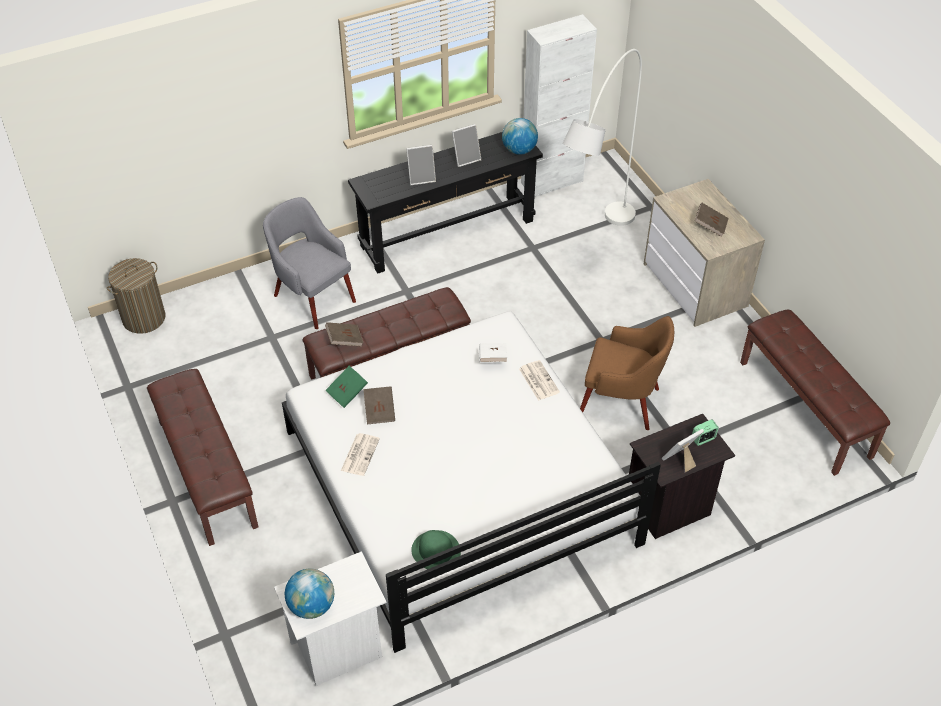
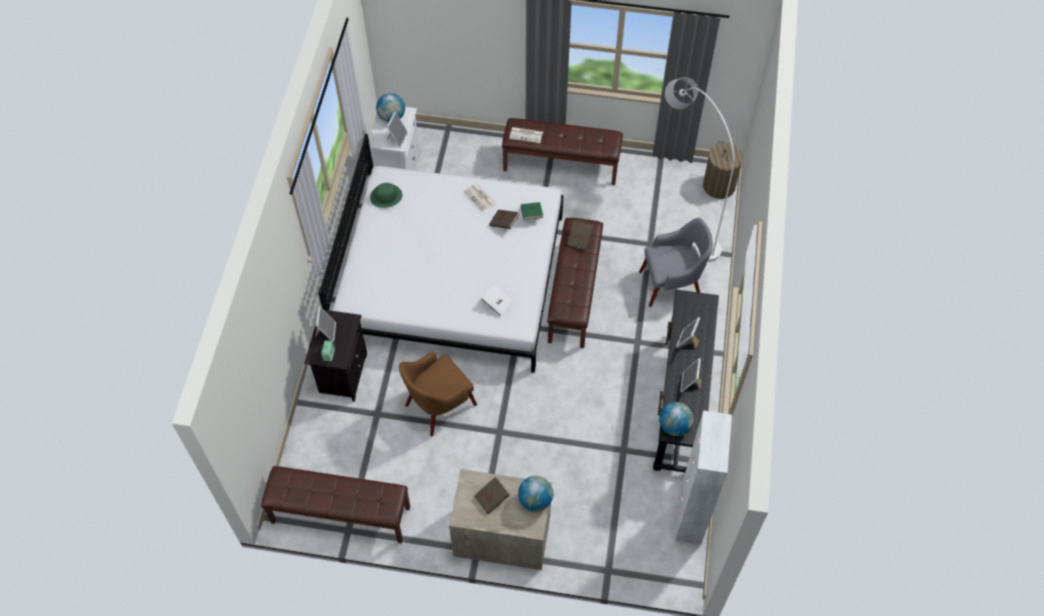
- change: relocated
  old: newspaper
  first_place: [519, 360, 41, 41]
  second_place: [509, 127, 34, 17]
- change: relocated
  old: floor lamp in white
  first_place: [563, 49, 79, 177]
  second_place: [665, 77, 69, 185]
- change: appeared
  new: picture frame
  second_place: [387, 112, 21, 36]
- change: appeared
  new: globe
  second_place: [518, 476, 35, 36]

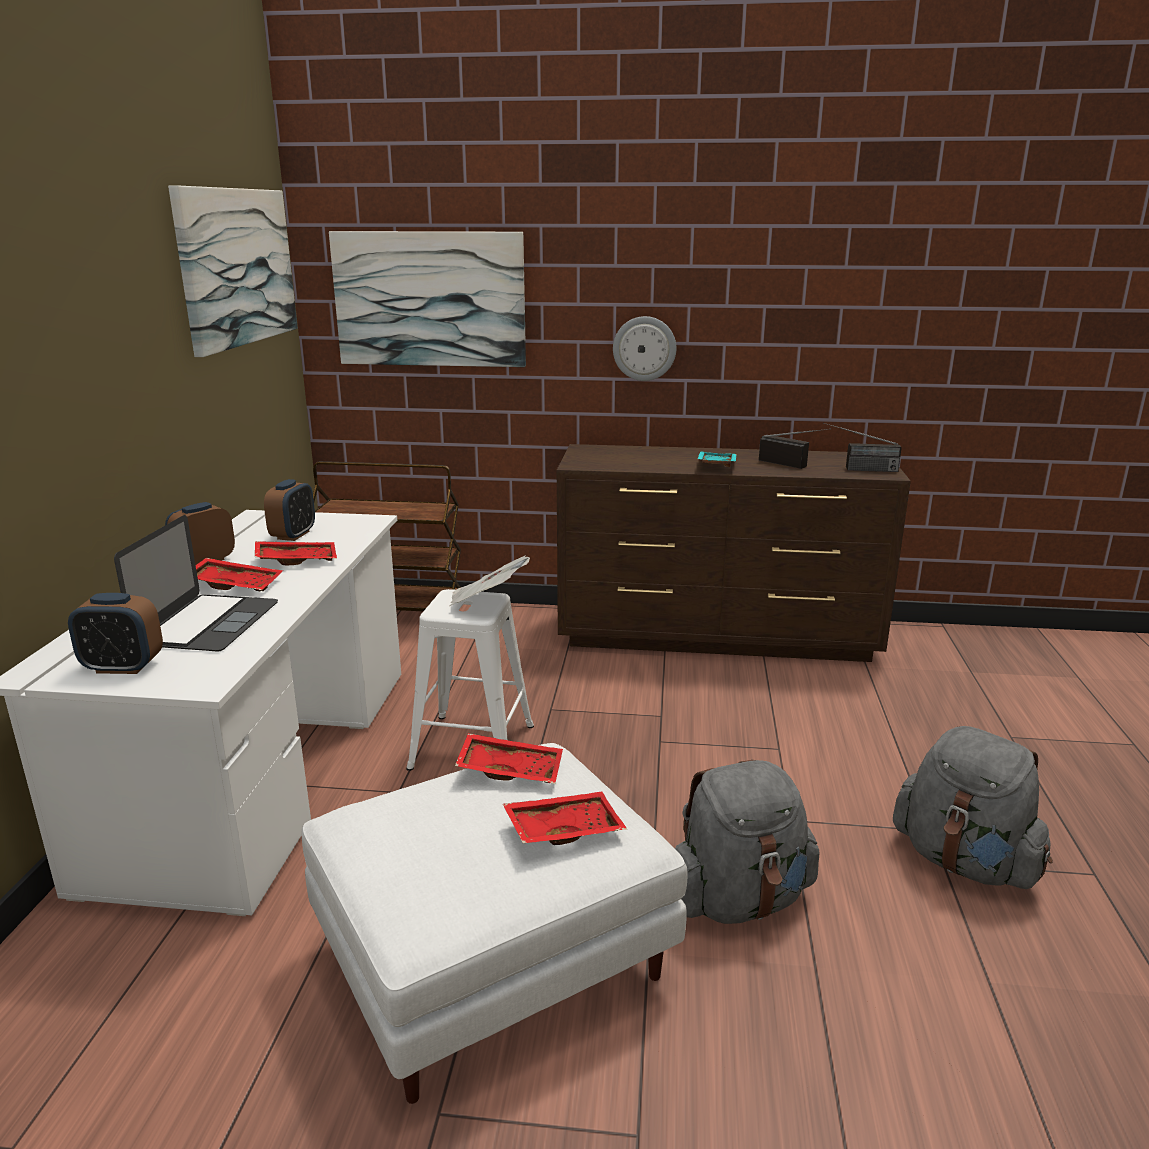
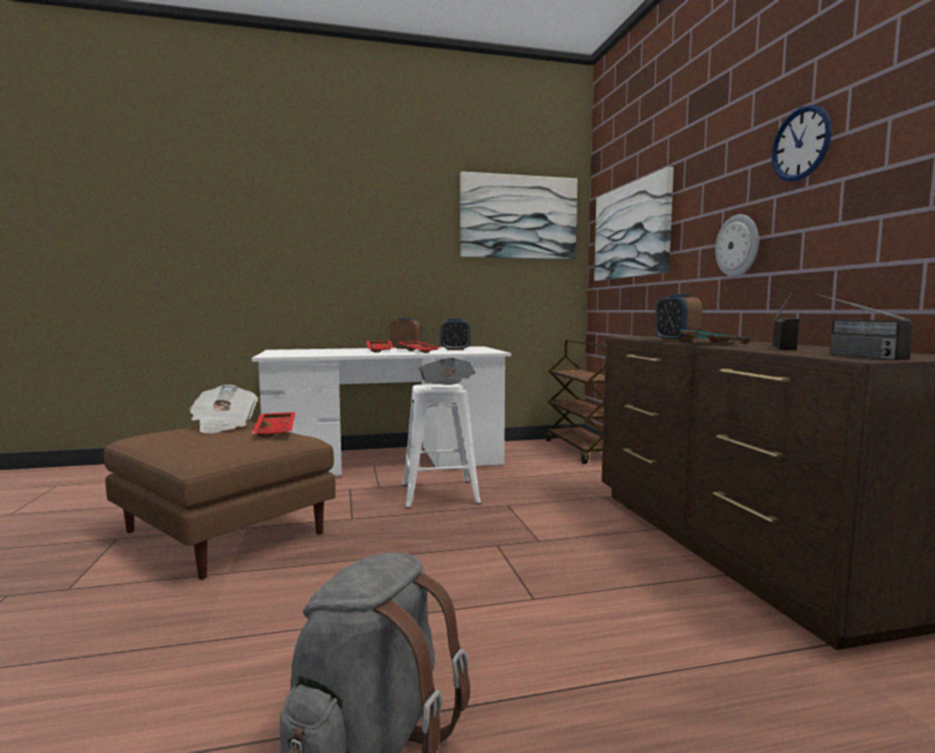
- change: relocated
  old: alarm clock
  first_place: [68, 593, 95, 81]
  second_place: [655, 294, 47, 48]
- change: missing
  old: laptop
  first_place: [114, 515, 164, 137]
- change: colour
  old: ottoman in white
  new: ottoman in brown
  first_place: [302, 743, 386, 361]
  second_place: [104, 421, 232, 159]
- change: missing
  old: tray in red
  first_place: [503, 791, 124, 54]
- change: missing
  old: backpack in grey
  first_place: [675, 760, 145, 164]
- change: appeared
  new: newspaper
  second_place: [189, 385, 69, 49]
- change: appeared
  new: wall clock
  second_place: [772, 105, 60, 76]

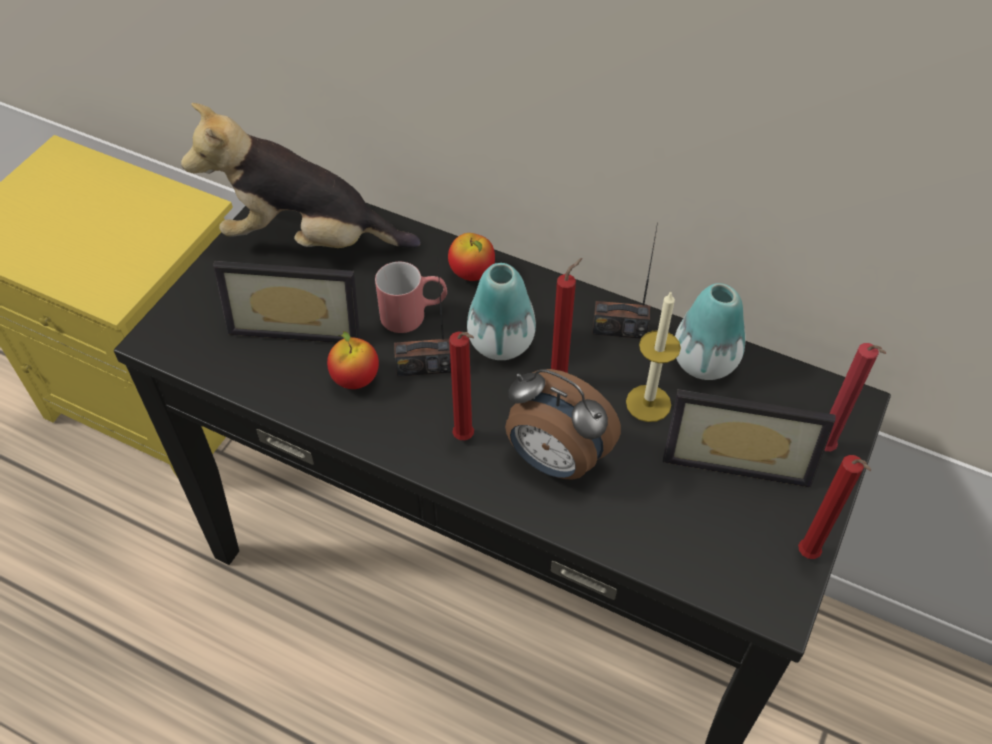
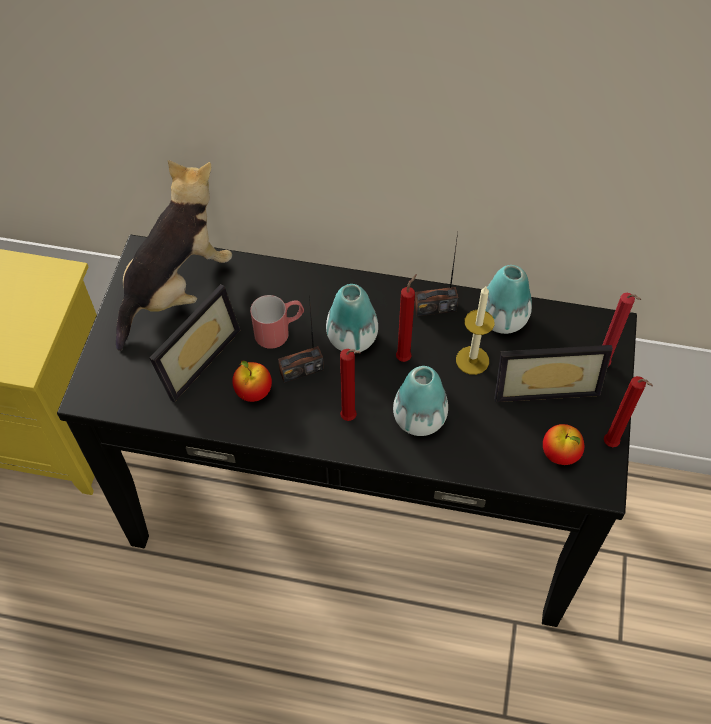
- change: spun
  old: plush toy
  first_place: [181, 103, 240, 145]
  second_place: [116, 160, 116, 191]
  degrees: 135
- change: spun
  old: picture frame
  first_place: [213, 261, 147, 82]
  second_place: [149, 284, 92, 118]
  degrees: -45
- change: relocated
  old: apple
  first_place: [448, 233, 47, 48]
  second_place: [543, 424, 41, 41]
- change: exchanged
  old: alarm clock
  new: vase
  first_place: [505, 369, 116, 111]
  second_place: [393, 366, 55, 70]

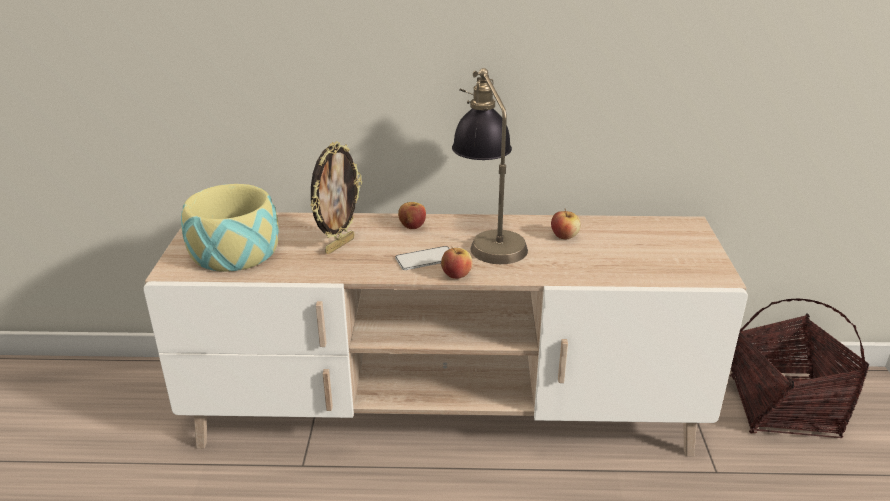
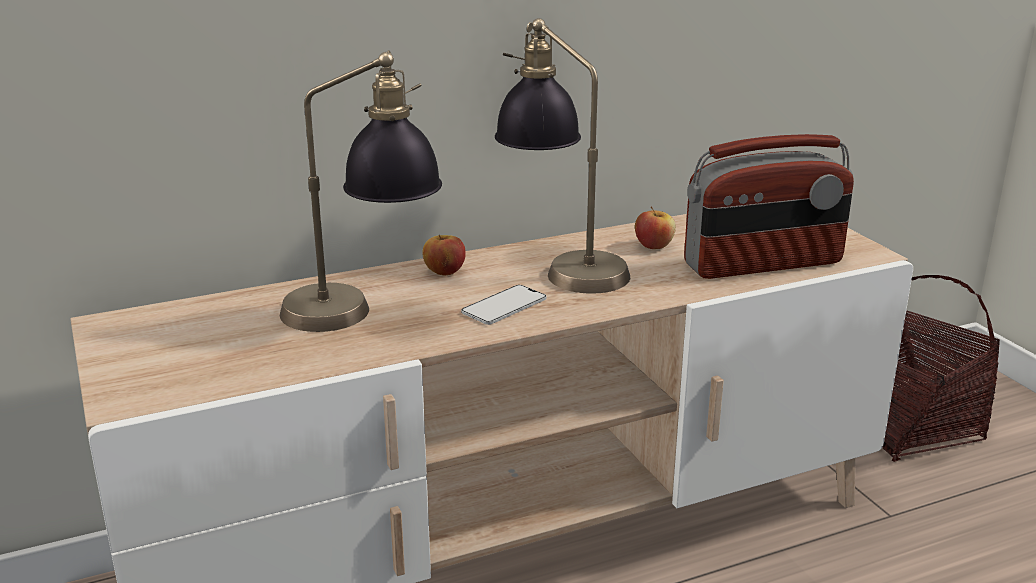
- change: missing
  old: bowl
  first_place: [181, 184, 98, 88]
- change: exchanged
  old: picture frame
  new: table lamp
  first_place: [310, 141, 52, 113]
  second_place: [280, 50, 162, 282]
- change: missing
  old: apple
  first_place: [441, 247, 32, 32]
- change: appeared
  new: radio
  second_place: [684, 134, 170, 145]

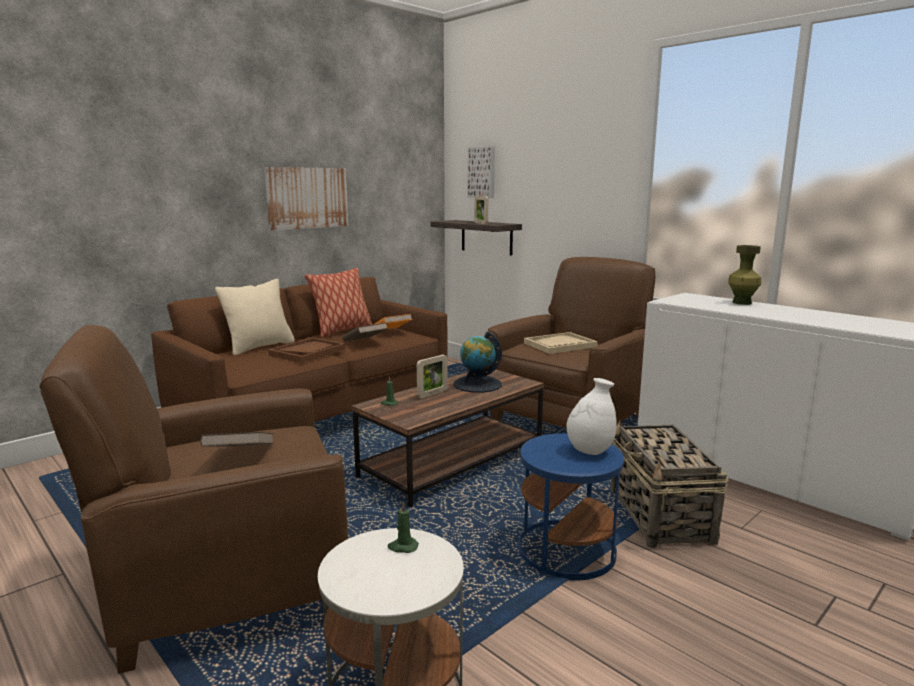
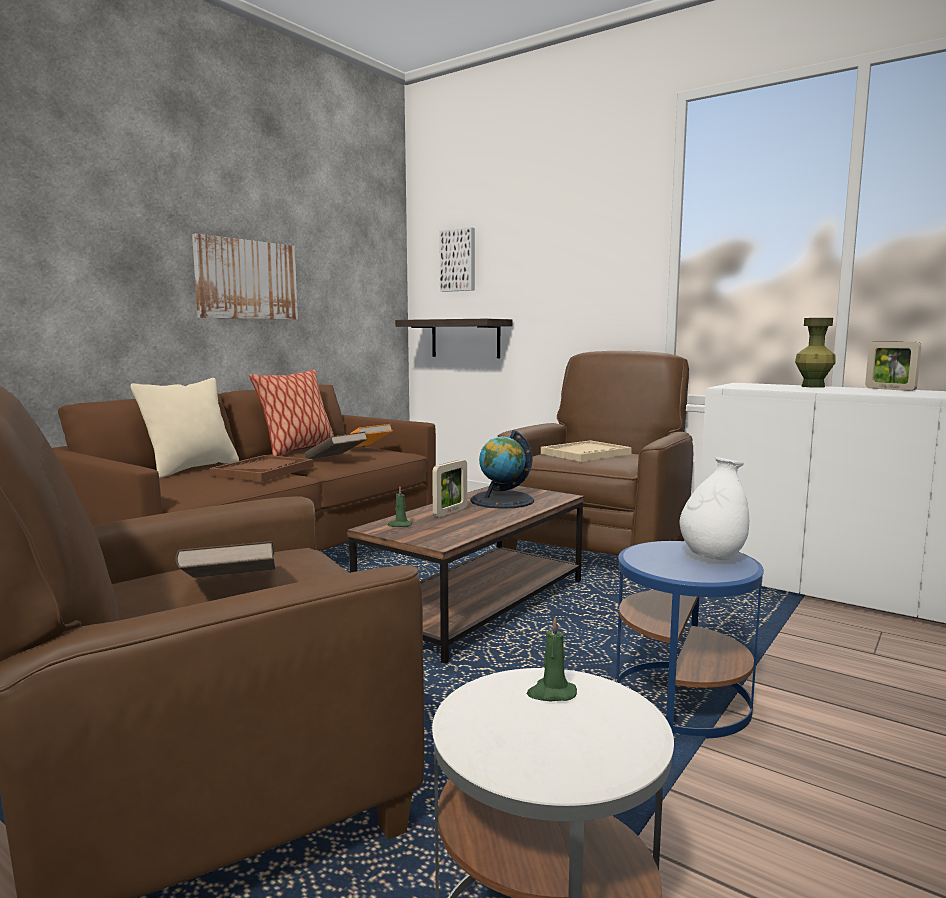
- change: relocated
  old: picture frame
  first_place: [474, 196, 14, 28]
  second_place: [865, 341, 56, 50]
- change: missing
  old: basket
  first_place: [610, 420, 119, 128]

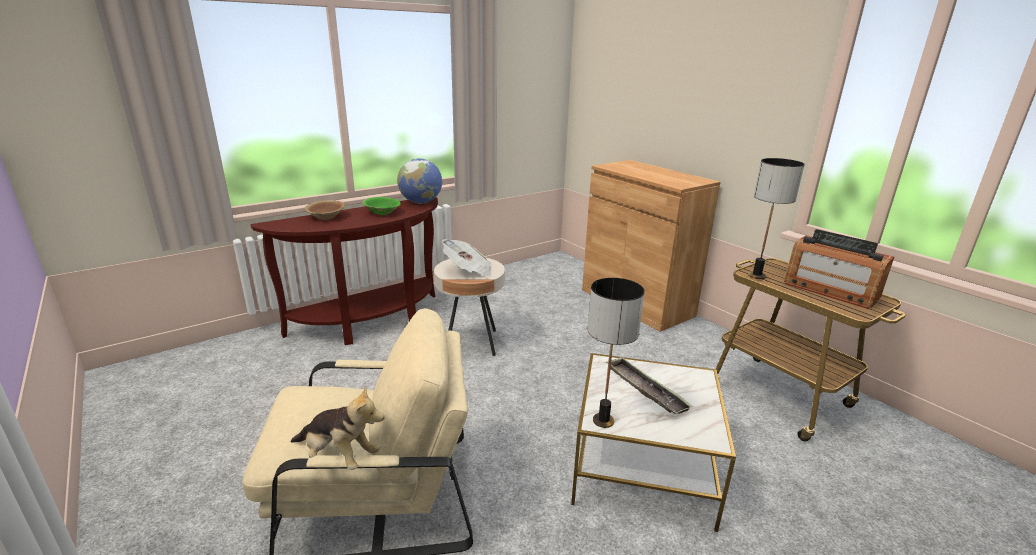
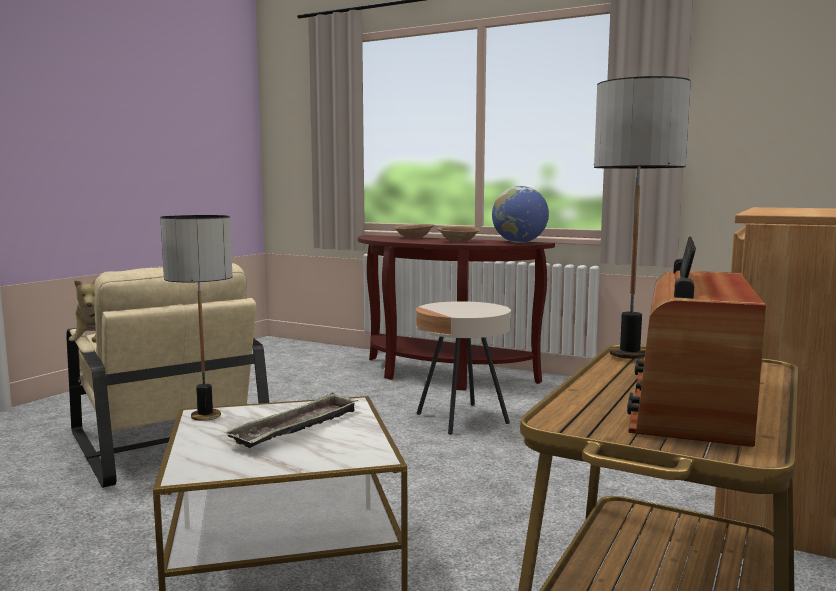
- change: colour
  old: bowl in green
  new: bowl in brown
  first_place: [362, 197, 39, 18]
  second_place: [437, 226, 43, 16]
- change: missing
  old: newspaper
  first_place: [442, 239, 49, 38]

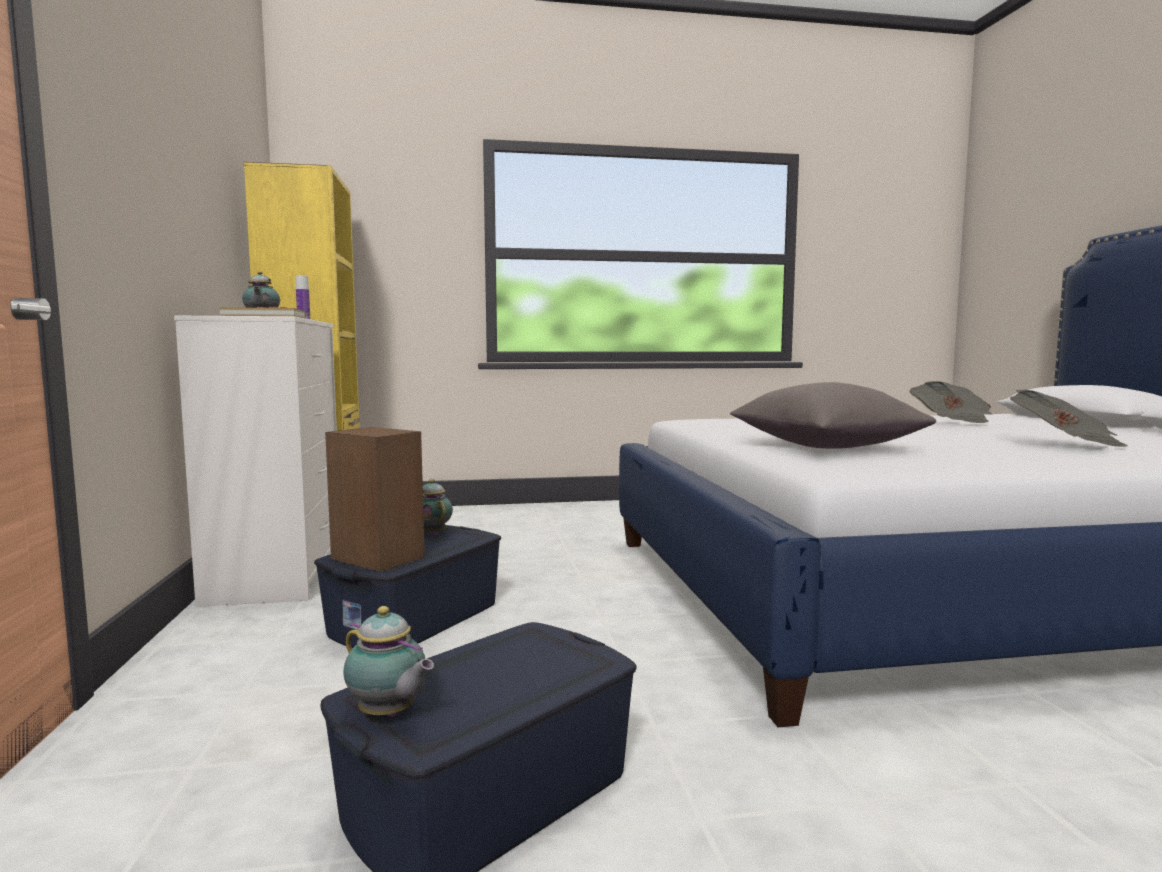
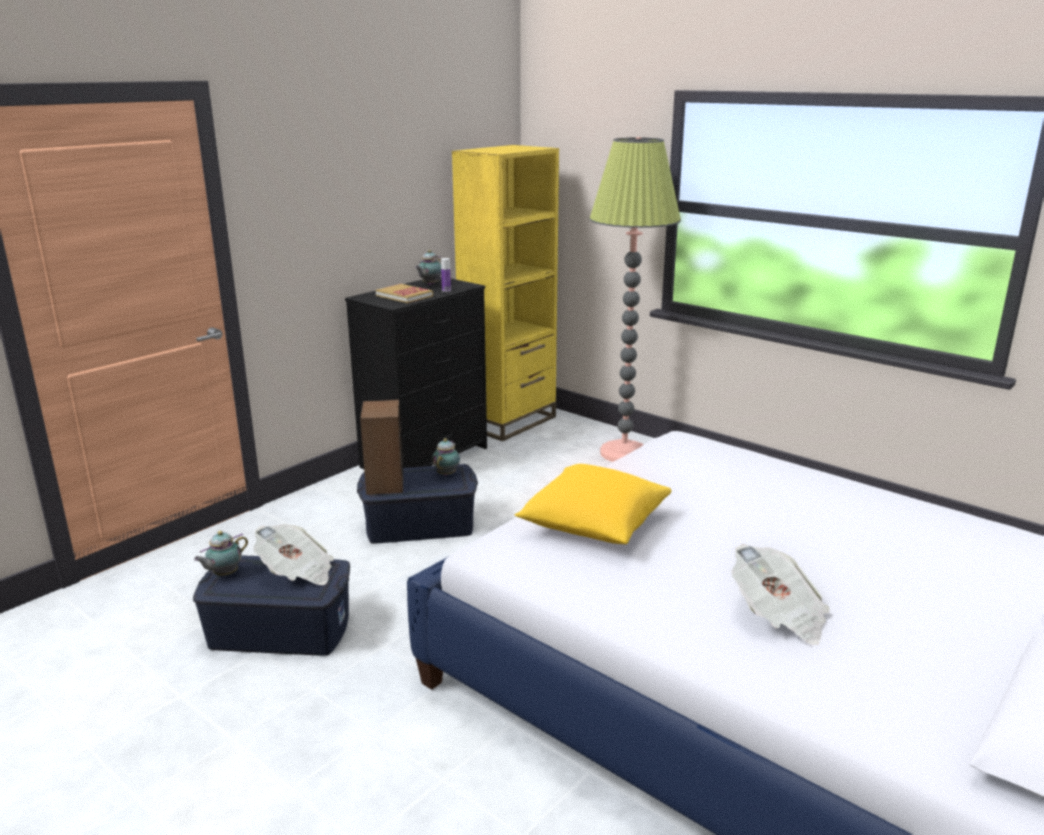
- change: colour
  old: dresser in white
  new: dresser in black
  first_place: [174, 316, 163, 291]
  second_place: [345, 276, 142, 193]
- change: spun
  old: teapot
  first_place: [343, 606, 91, 111]
  second_place: [194, 531, 54, 45]
  degrees: 45
- change: colour
  old: pillow in grey
  new: pillow in yellow
  first_place: [730, 382, 206, 67]
  second_place: [514, 464, 157, 80]
- change: relocated
  old: newspaper
  first_place: [910, 381, 82, 42]
  second_place: [253, 524, 81, 61]
- change: appeared
  new: floor lamp
  second_place: [590, 137, 91, 325]

